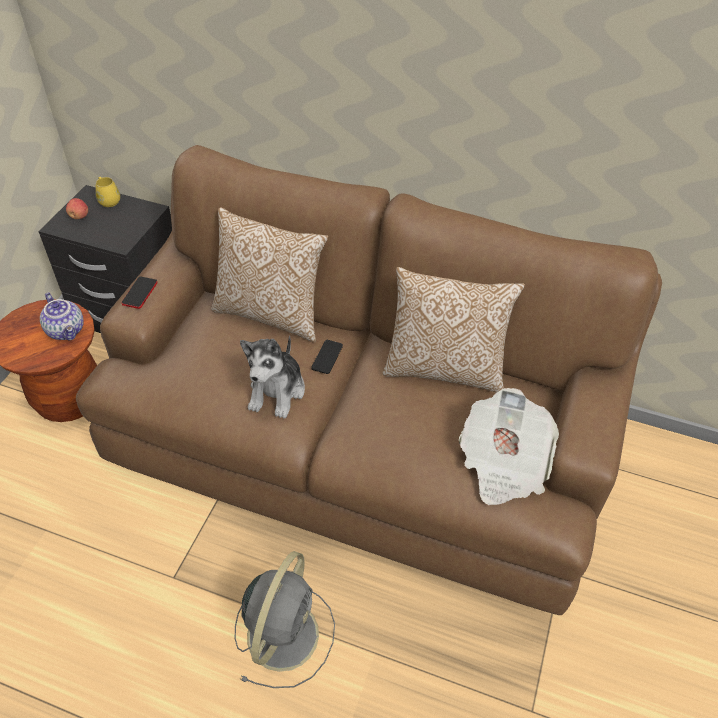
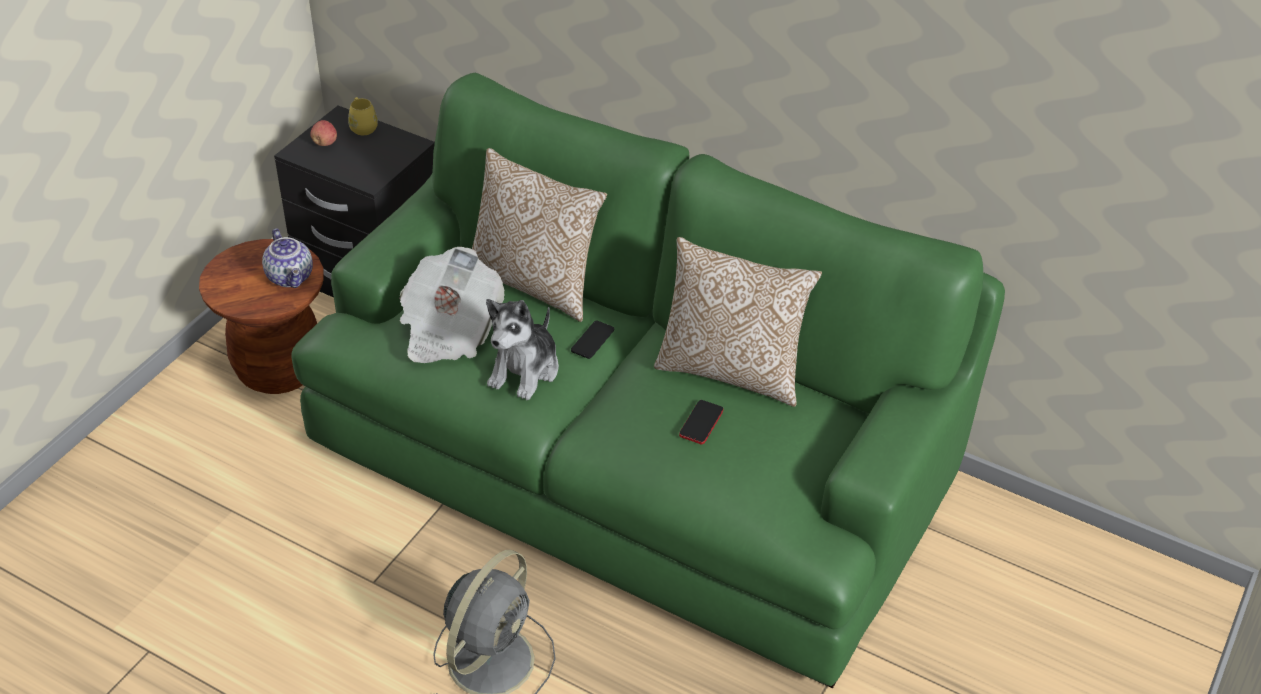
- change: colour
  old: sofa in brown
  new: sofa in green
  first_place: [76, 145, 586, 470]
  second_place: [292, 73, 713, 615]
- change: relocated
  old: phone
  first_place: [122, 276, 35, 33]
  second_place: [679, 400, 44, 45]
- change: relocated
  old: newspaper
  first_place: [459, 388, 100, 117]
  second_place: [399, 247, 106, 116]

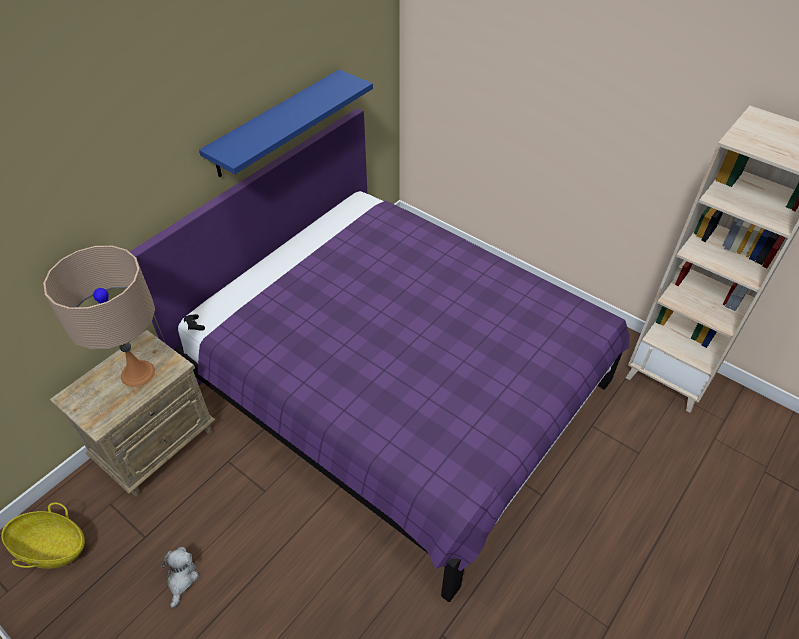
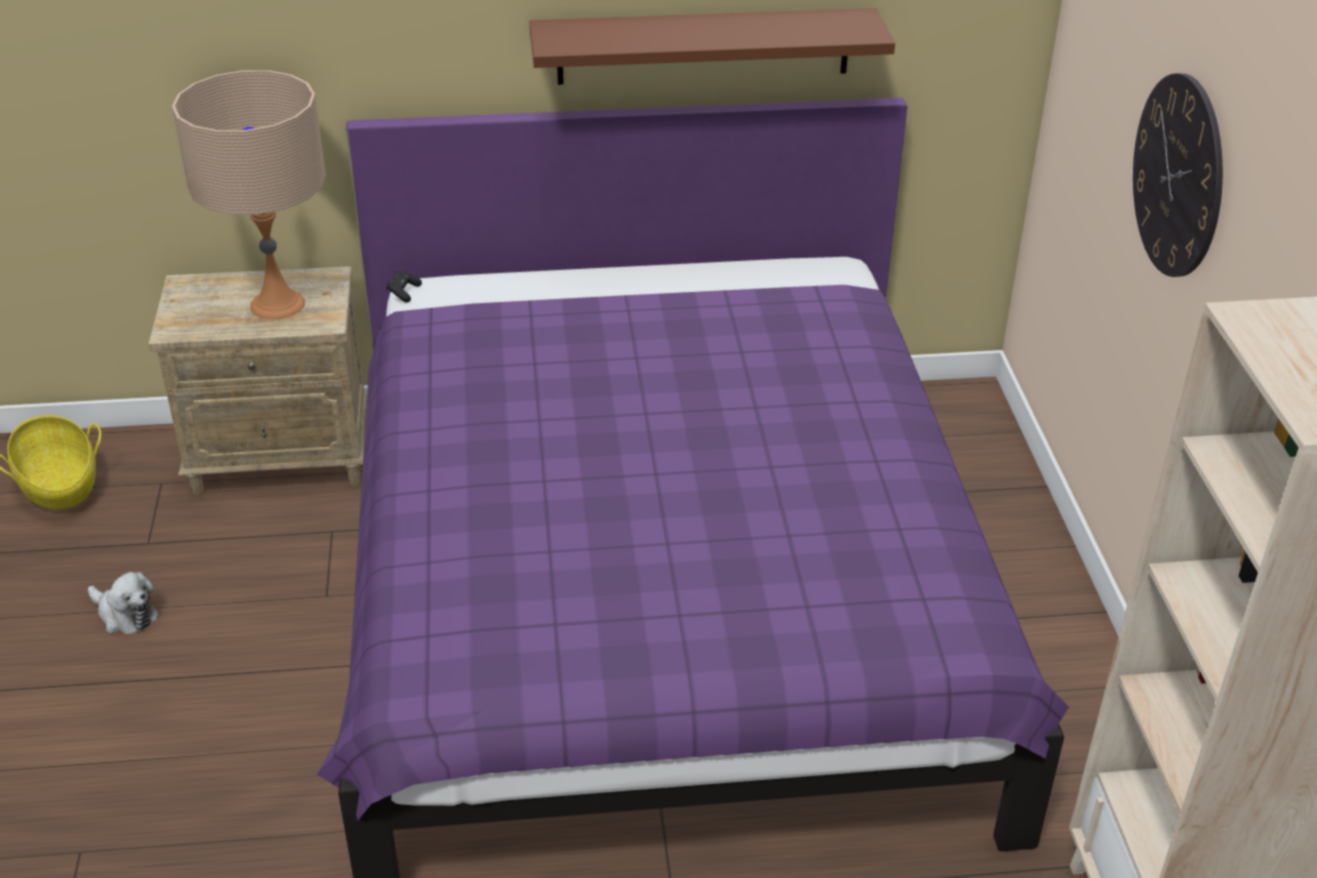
- change: spun
  old: plush toy
  first_place: [161, 547, 38, 61]
  second_place: [88, 572, 71, 62]
  degrees: 75
- change: colour
  old: shelf in blue
  new: shelf in brown
  first_place: [199, 70, 174, 107]
  second_place: [530, 8, 365, 77]
- change: appeared
  new: wall clock
  second_place: [1133, 73, 90, 204]

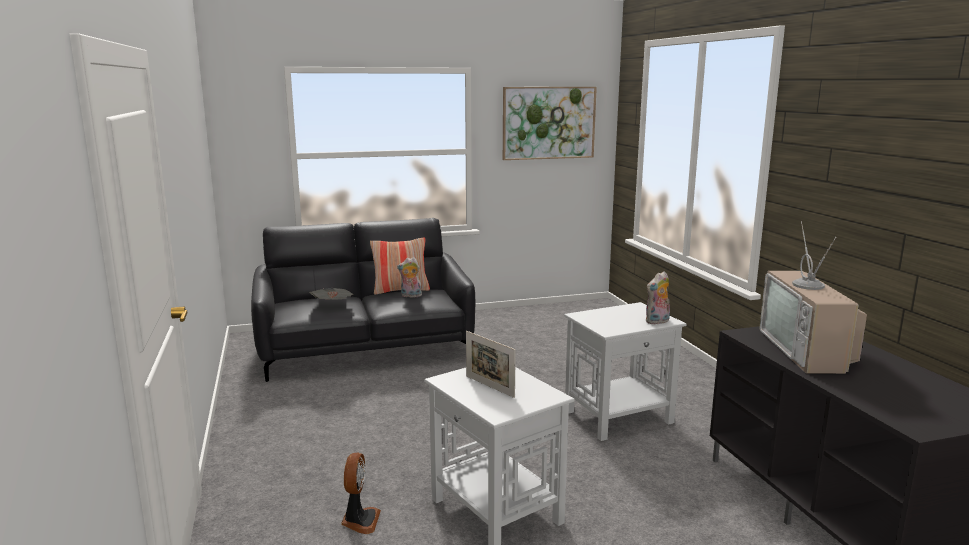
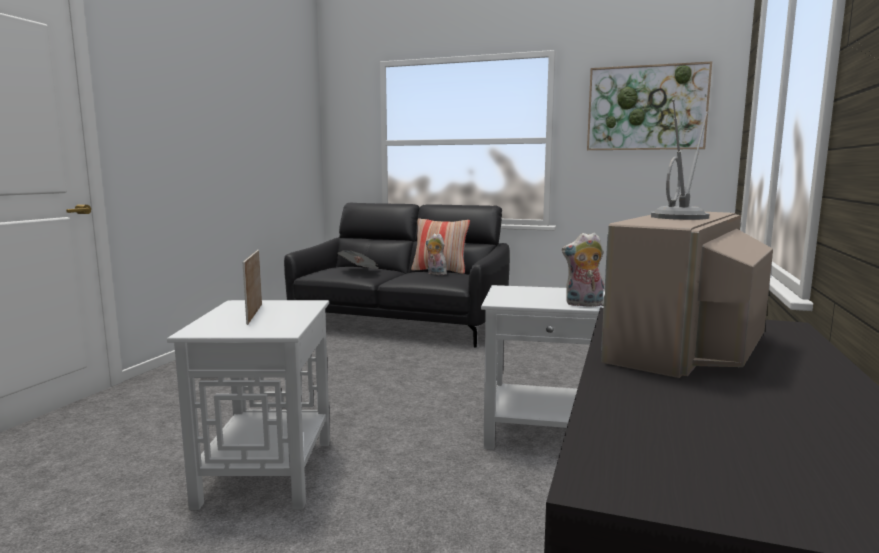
- change: missing
  old: fan
  first_place: [341, 453, 40, 81]

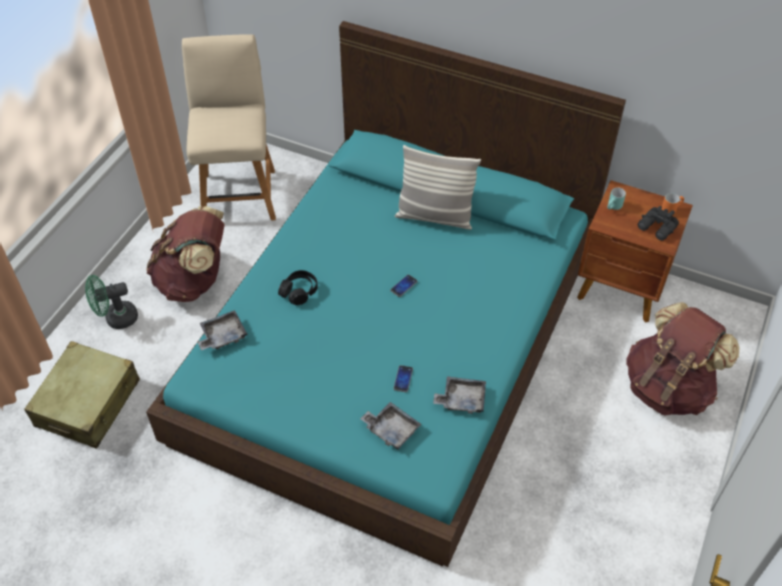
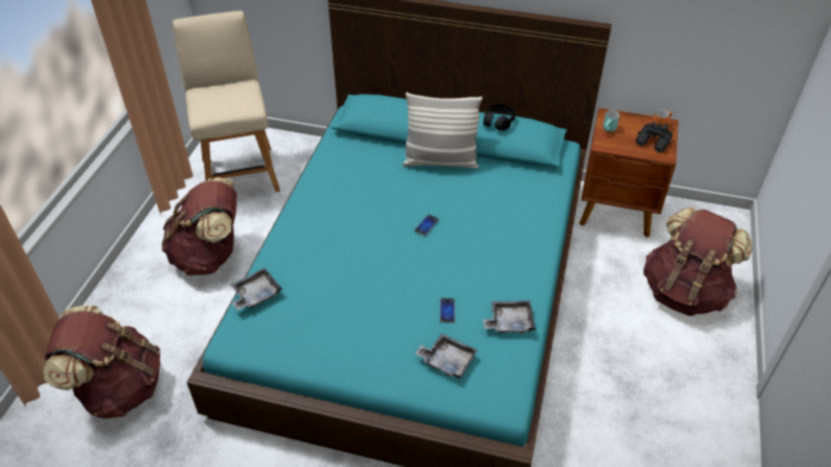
- change: exchanged
  old: suitcase in beige
  new: backpack in brown
  first_place: [24, 341, 116, 107]
  second_place: [43, 305, 117, 114]
- change: missing
  old: fan in green
  first_place: [85, 275, 53, 54]
- change: relocated
  old: headphones in black
  first_place: [278, 270, 40, 35]
  second_place: [483, 103, 33, 28]

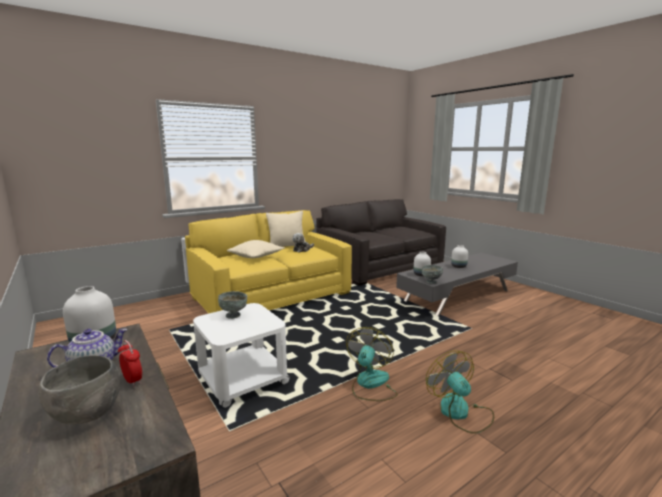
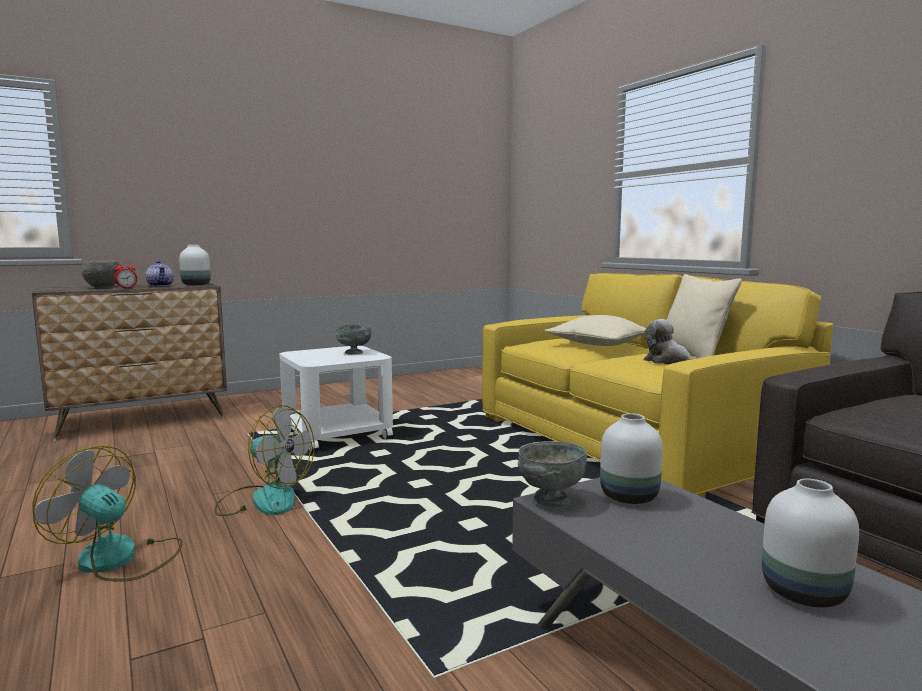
- change: spun
  old: fan
  first_place: [426, 350, 68, 84]
  second_place: [32, 446, 151, 135]
  degrees: -135

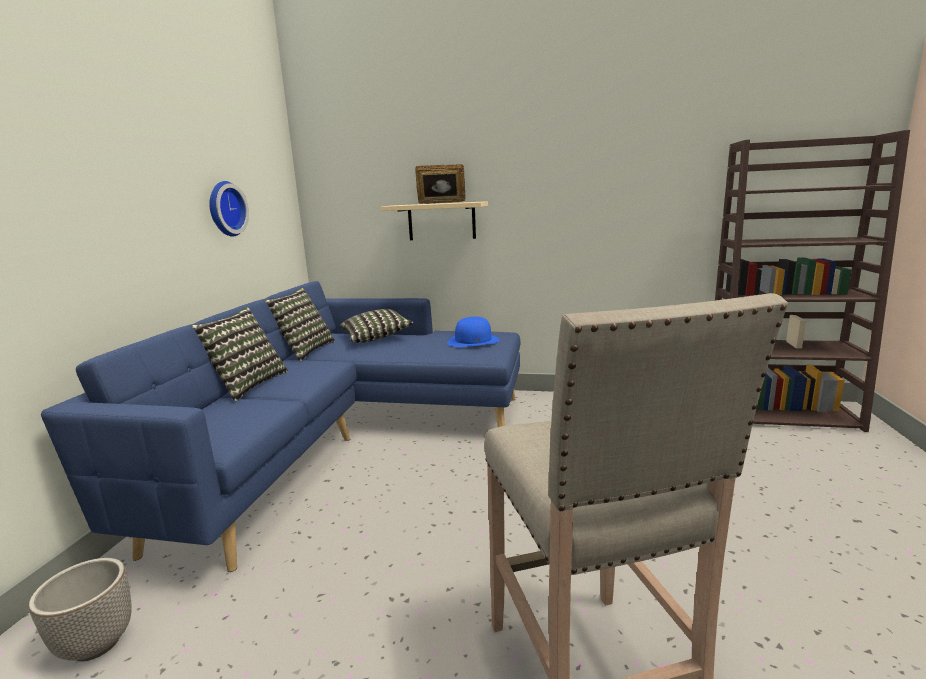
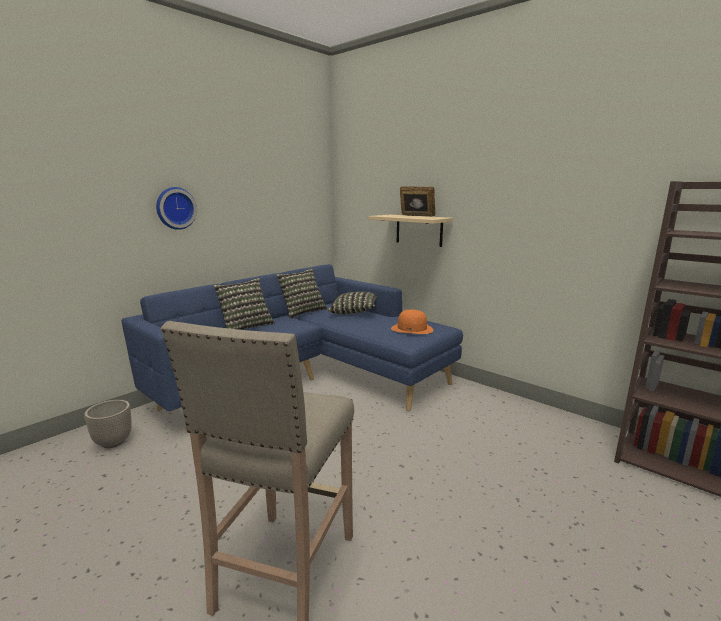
- change: relocated
  old: wall clock
  first_place: [209, 181, 40, 56]
  second_place: [156, 187, 41, 43]
- change: colour
  old: hat in blue
  new: hat in orange
  first_place: [447, 317, 53, 30]
  second_place: [391, 310, 43, 24]

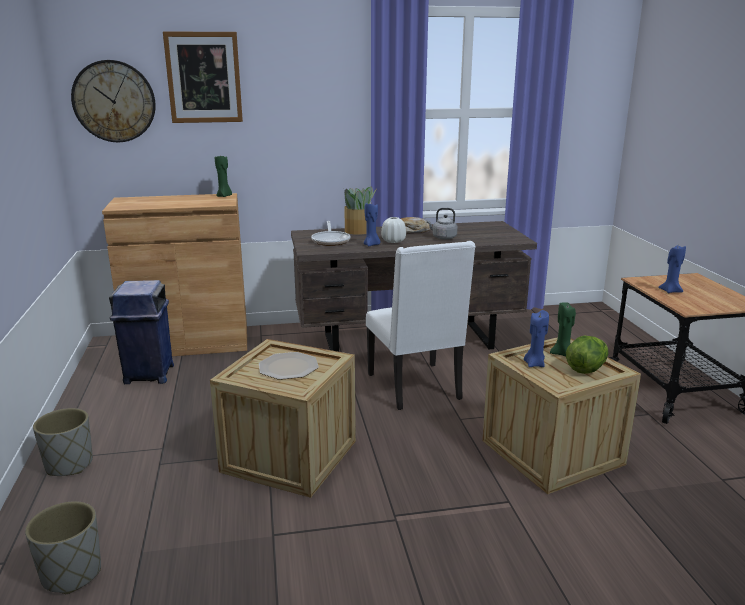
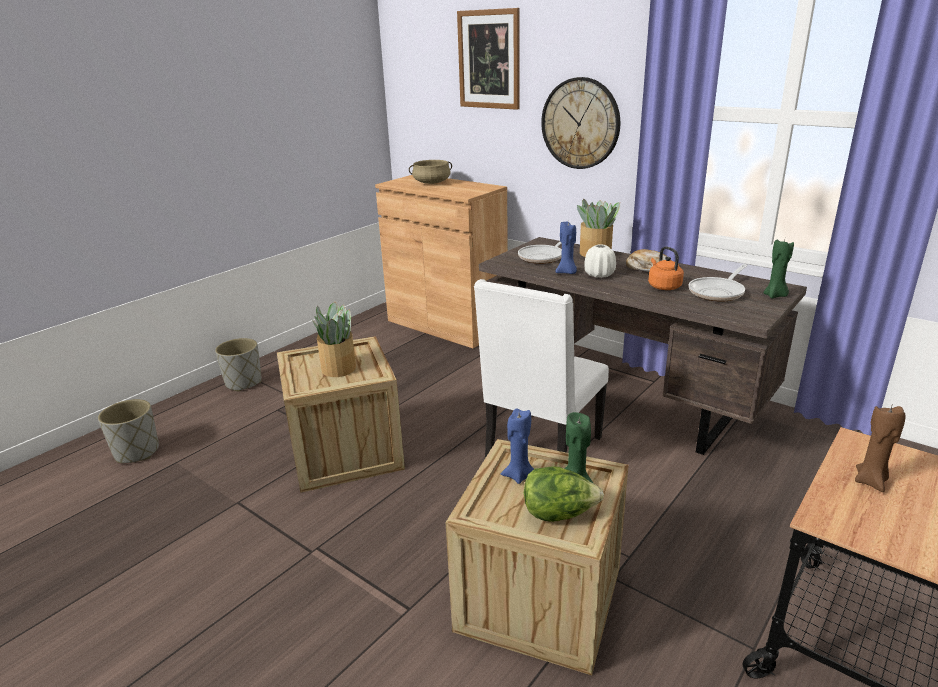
- change: relocated
  old: wall clock
  first_place: [71, 60, 84, 82]
  second_place: [541, 77, 79, 92]
- change: missing
  old: trash can in blue
  first_place: [109, 280, 65, 104]
- change: relocated
  old: candle in green
  first_place: [215, 156, 17, 41]
  second_place: [764, 240, 30, 58]
- change: exchanged
  old: plate
  new: potted plant
  first_place: [259, 352, 60, 28]
  second_place: [312, 302, 44, 75]
- change: colour
  old: kettle in grey
  new: kettle in orange
  first_place: [427, 208, 30, 32]
  second_place: [648, 246, 36, 44]
- change: colour
  old: candle in blue
  new: candle in brown
  first_place: [658, 245, 28, 48]
  second_place: [855, 403, 51, 89]
- change: appeared
  new: cooking pot in beige
  second_place: [409, 160, 43, 24]
- change: appeared
  new: frying pan
  second_place: [689, 264, 59, 37]

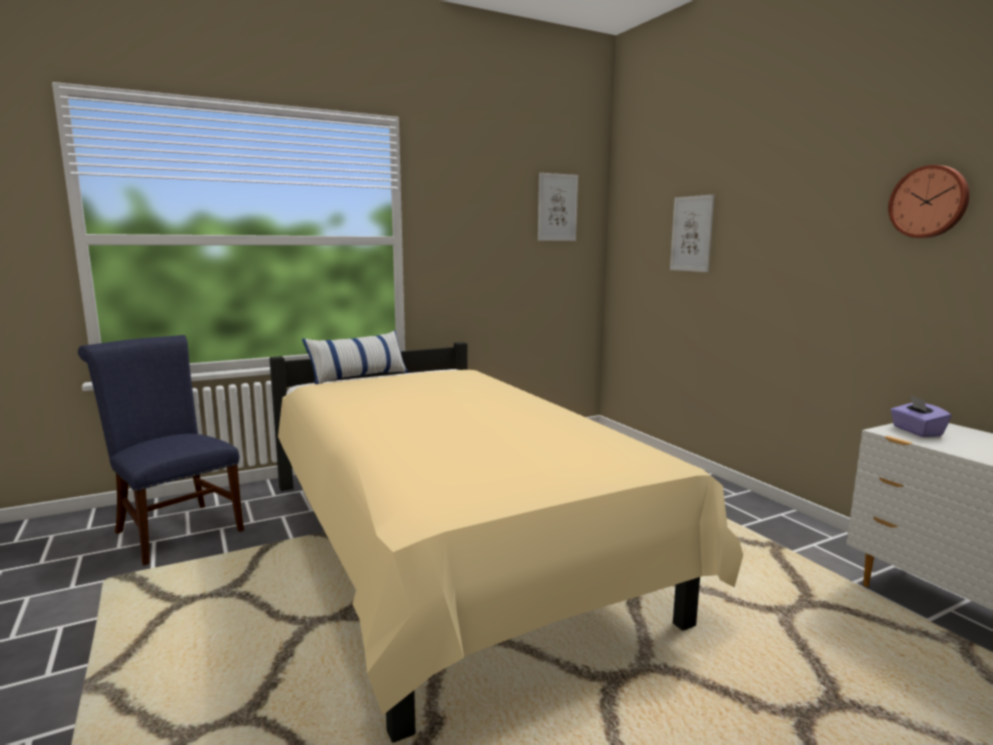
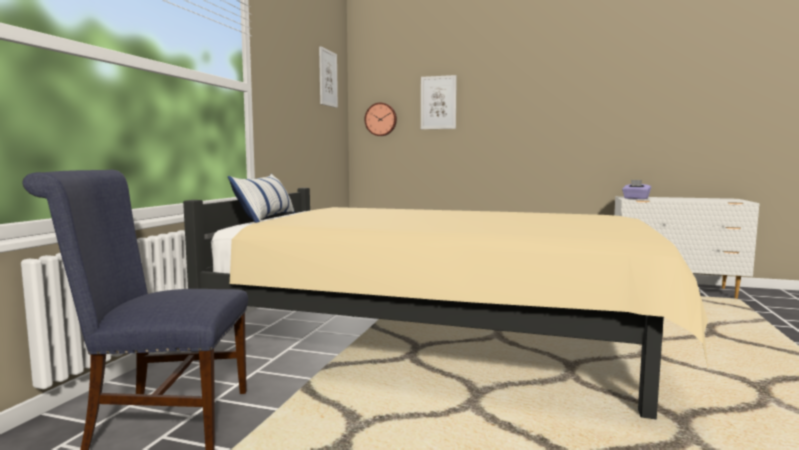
- change: relocated
  old: wall clock
  first_place: [888, 165, 81, 73]
  second_place: [365, 103, 32, 33]

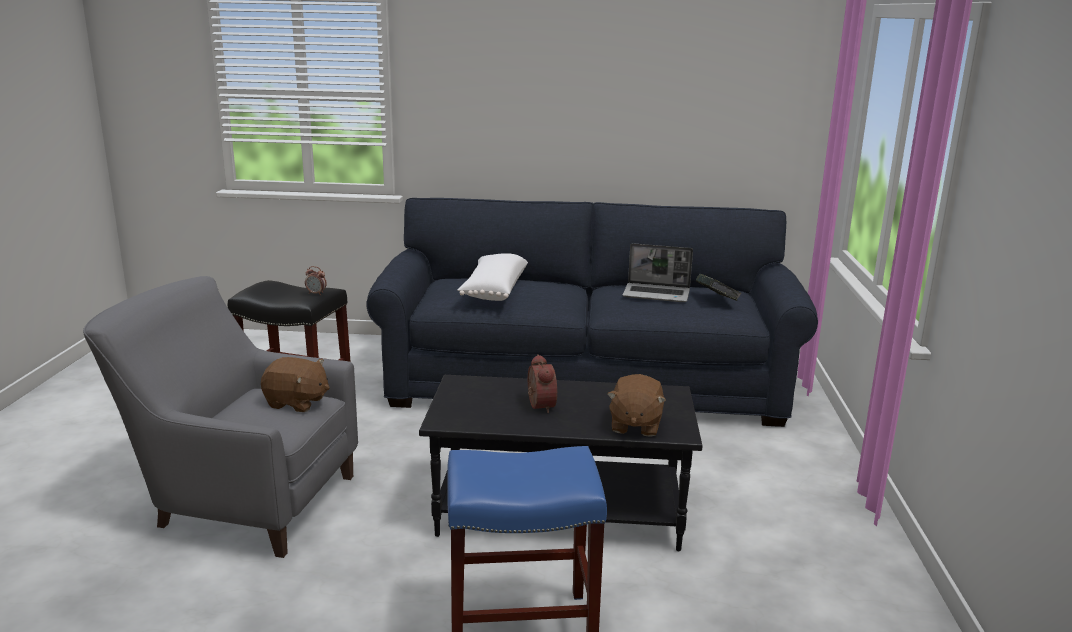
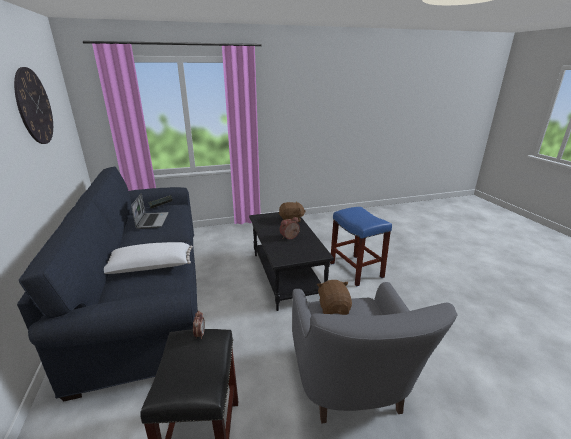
- change: appeared
  new: wall clock
  second_place: [14, 67, 39, 77]

